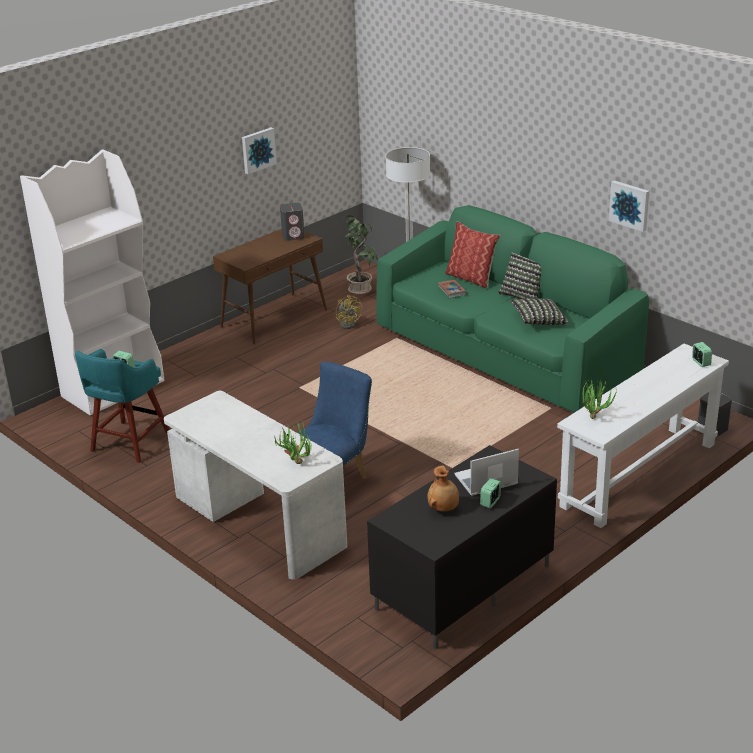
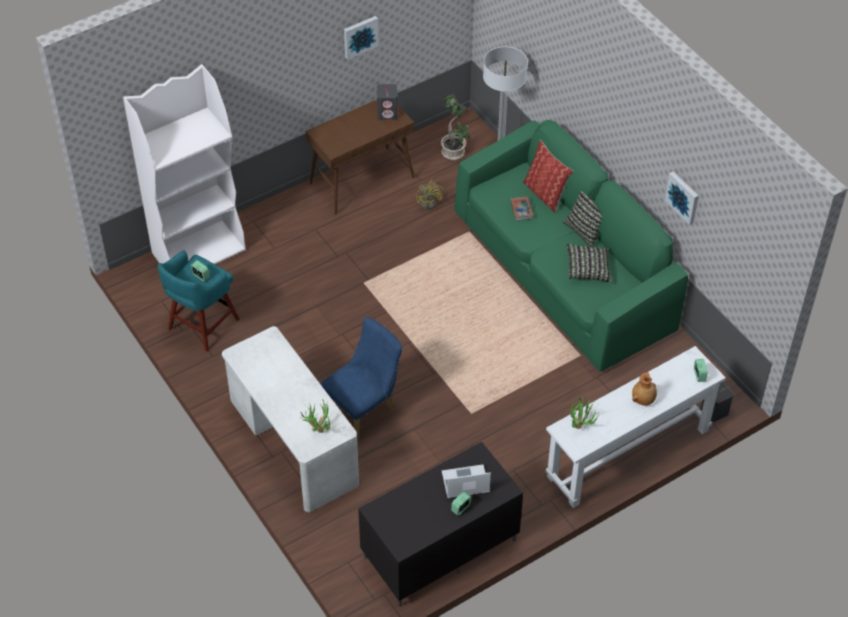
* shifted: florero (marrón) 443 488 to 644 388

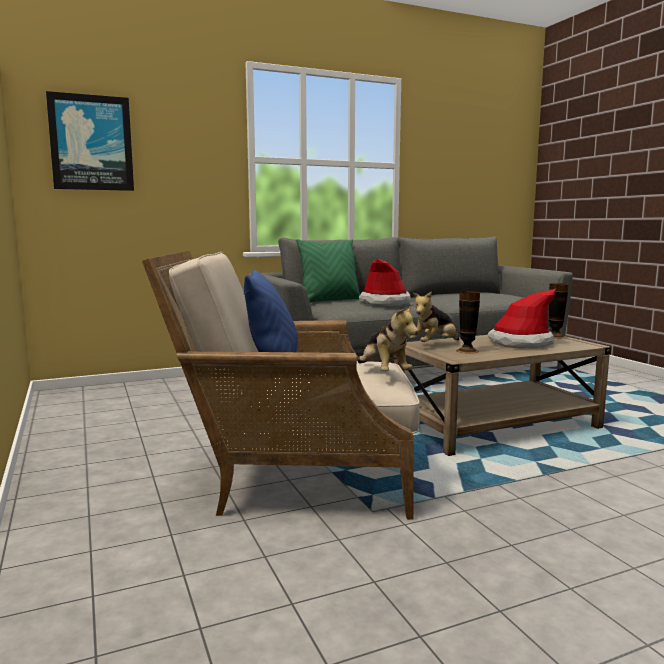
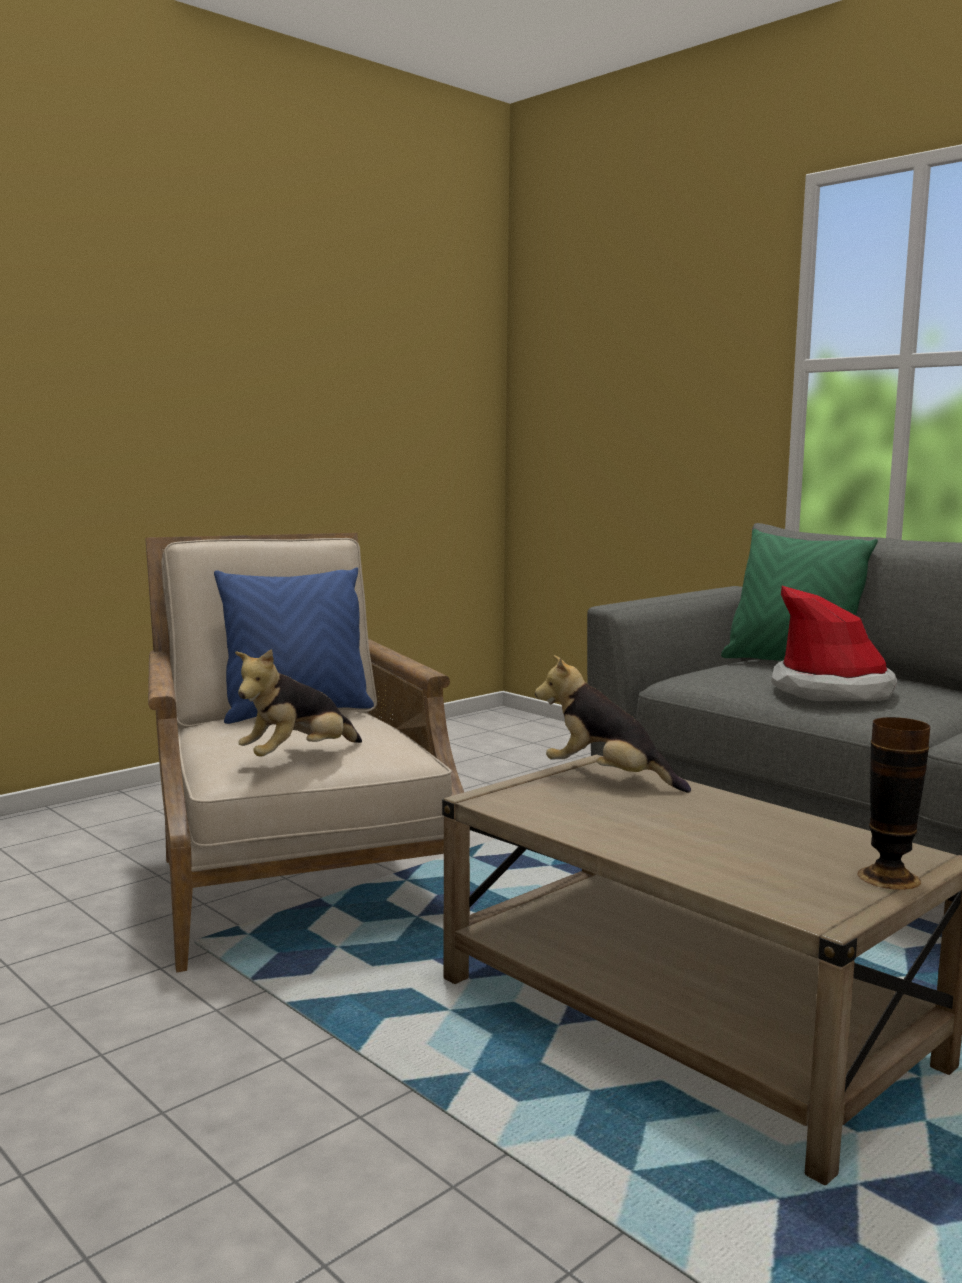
* gone: cuadro 90 141
* gone: florero 468 322
* gone: sombrero 521 319

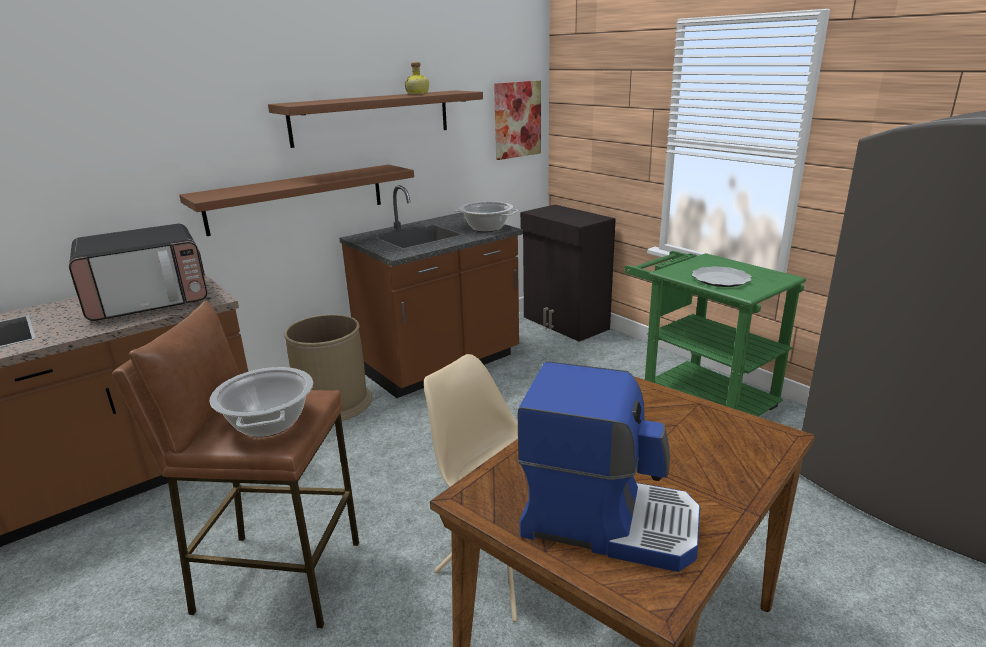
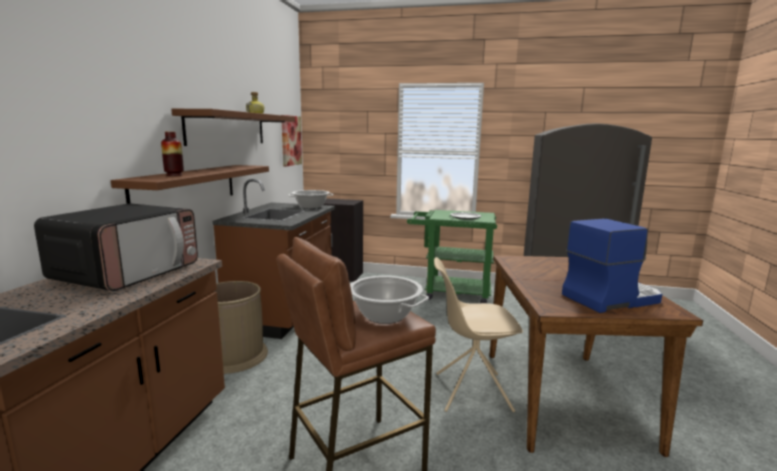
* new: florero 172 154

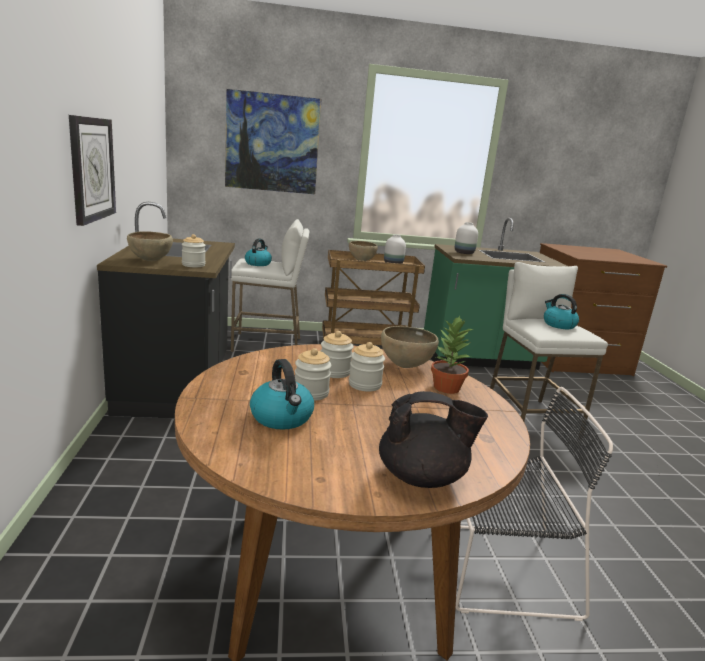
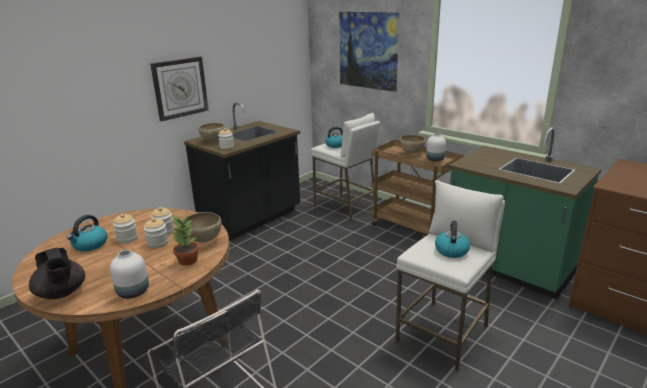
* shifted: florero (blanco) 466 238 to 129 274

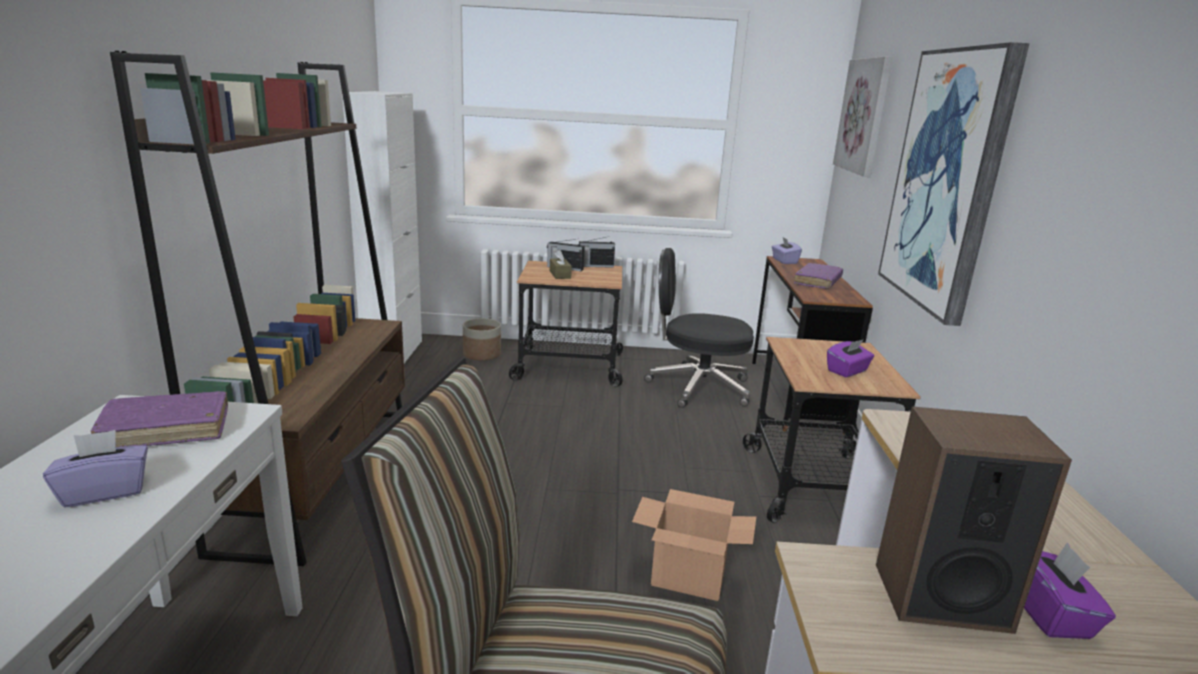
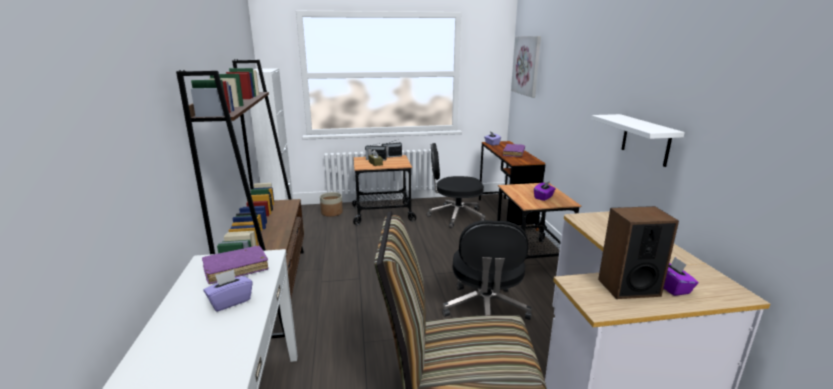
* gone: cuadro 953 184
* new: estante (blanco) 638 140
* swapped: caja de cartón 694 545 to silla de oficina (negro) 487 270

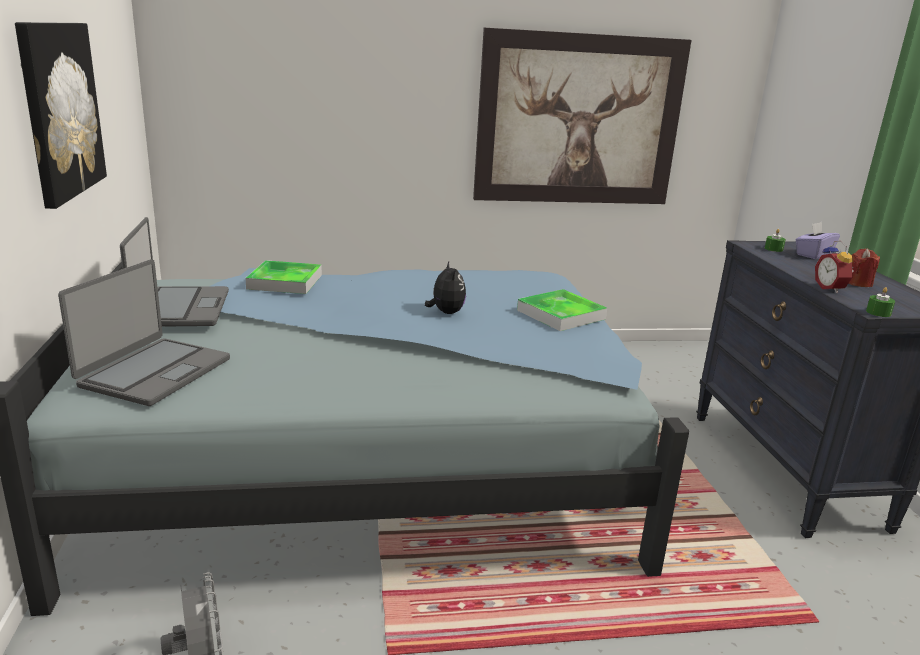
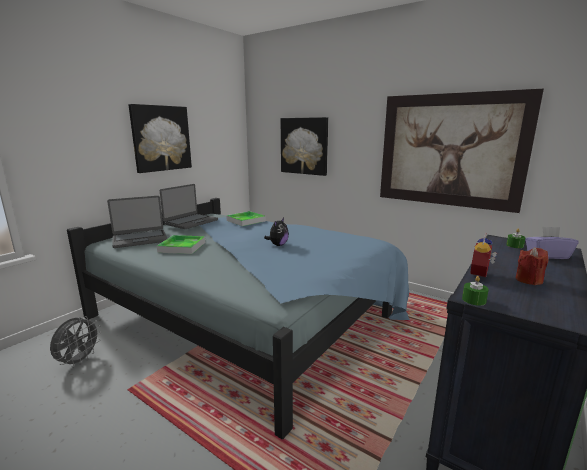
* new: cuadro 304 146
* shifted: bandeja 562 310 to 181 244

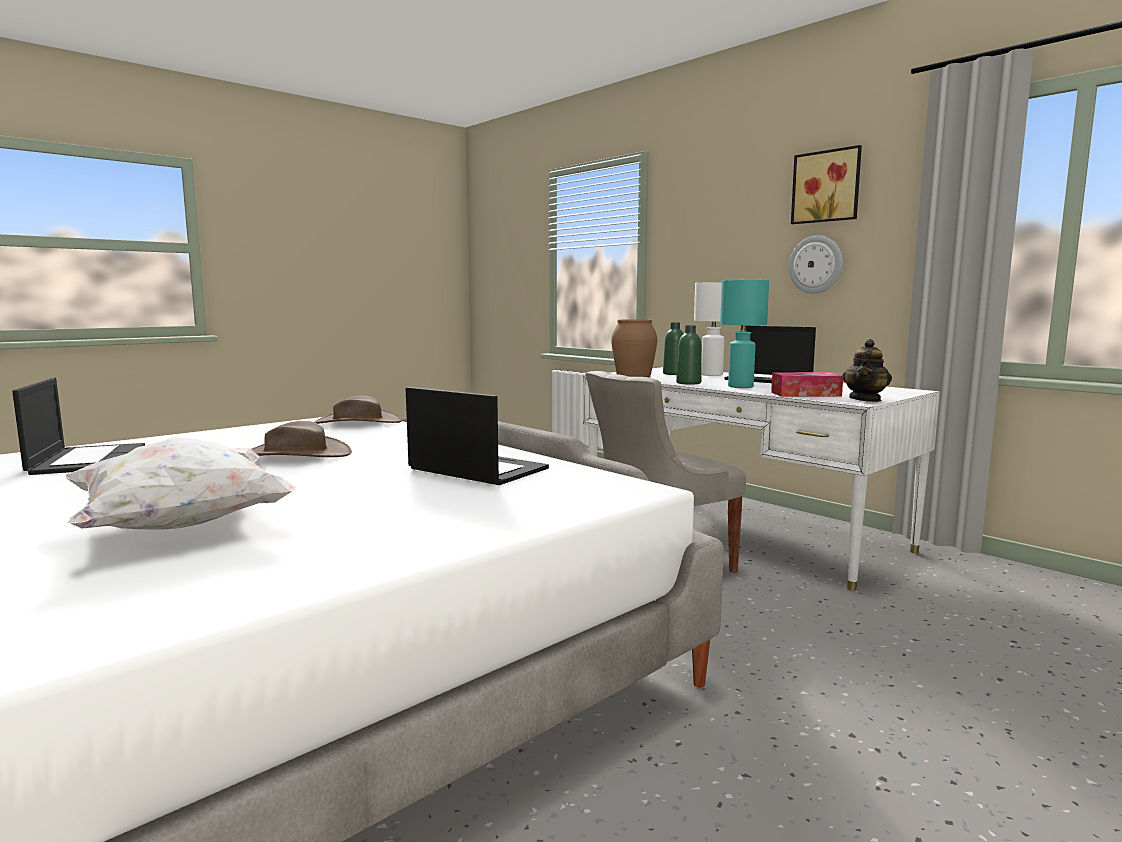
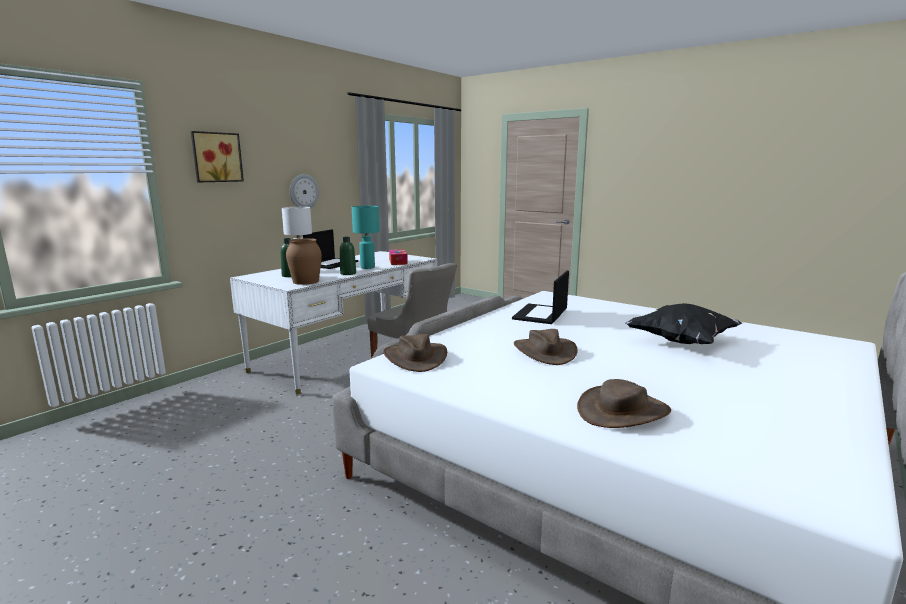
* gone: tetera 867 370
* shifted: cuadro 826 184 to 217 156
* swapped: portátil 78 426 to sombrero (marrón) 624 403
* repainted: cojín (blanco) 180 483 to cojín (negro) 684 323

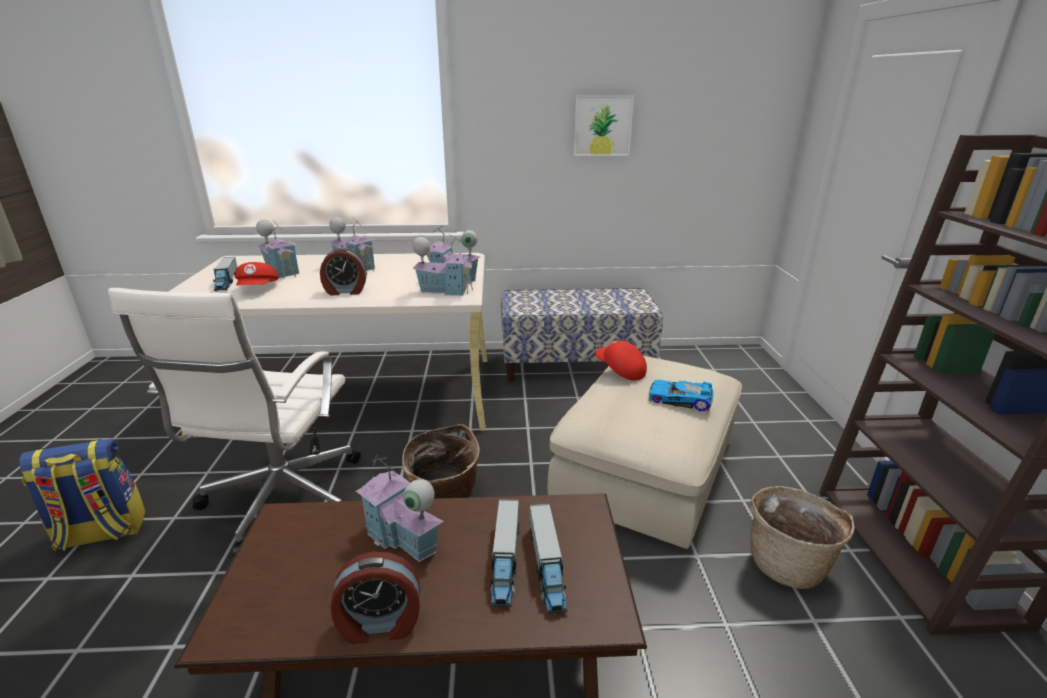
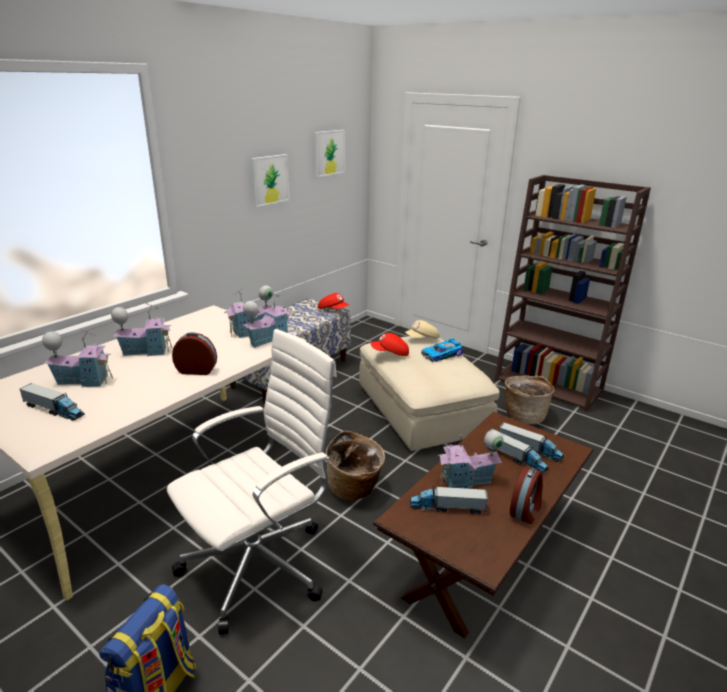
* new: cuadro 330 153
* new: gorra (beis) 422 329
* new: camión de juguete 449 499
* shifted: gorra (rojo) 257 274 to 333 301
* rotated: silla de oficina (blanco) 234 423 = 252 482 90 degrees counterclockwise
* rotated: despertador 343 272 = 194 353 120 degrees counterclockwise

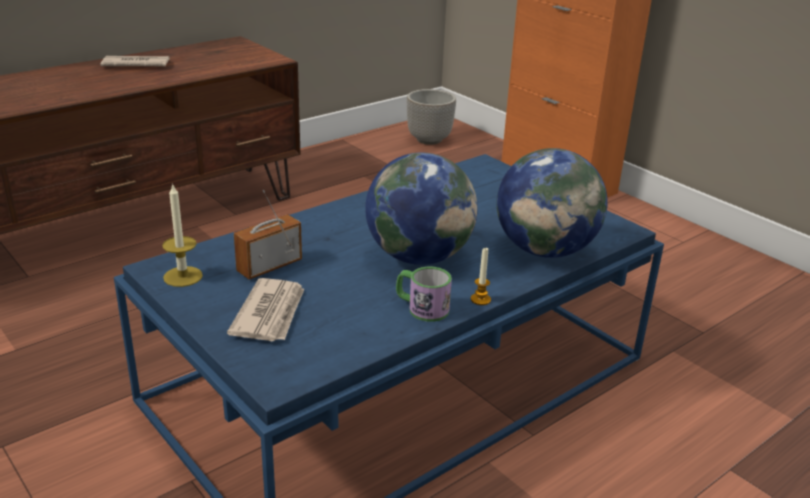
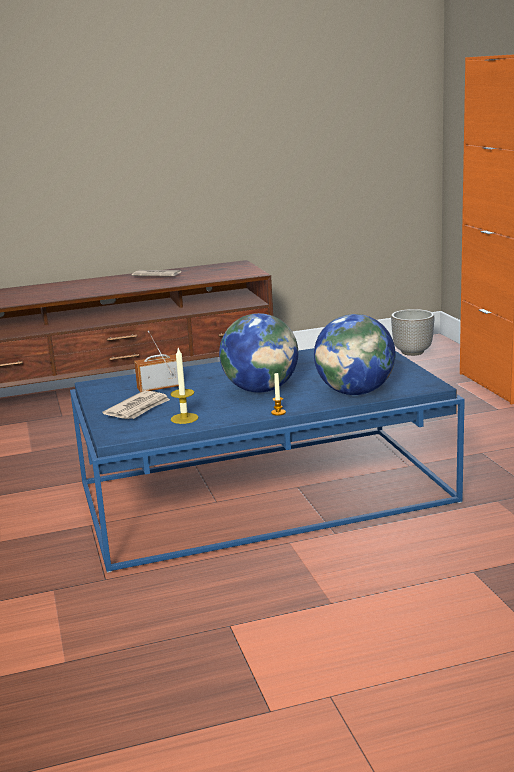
* gone: taza grande 424 294
* shifted: vela 182 235 to 184 386

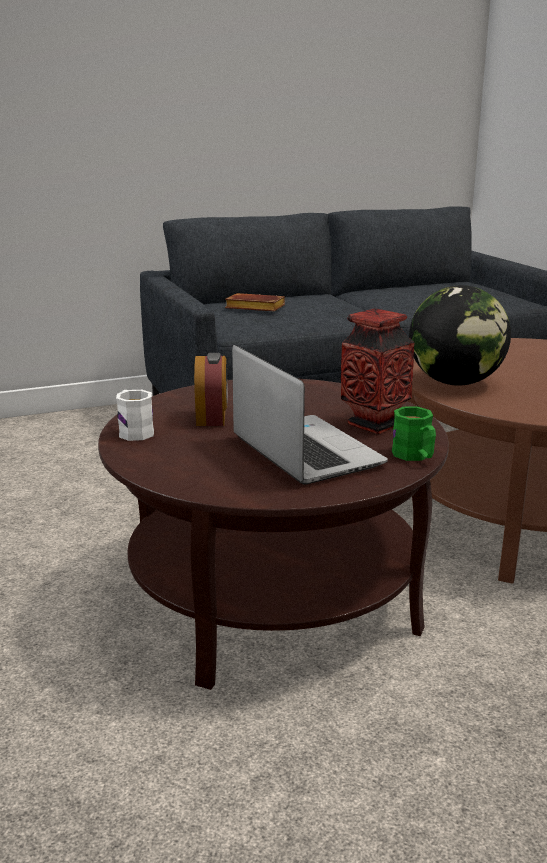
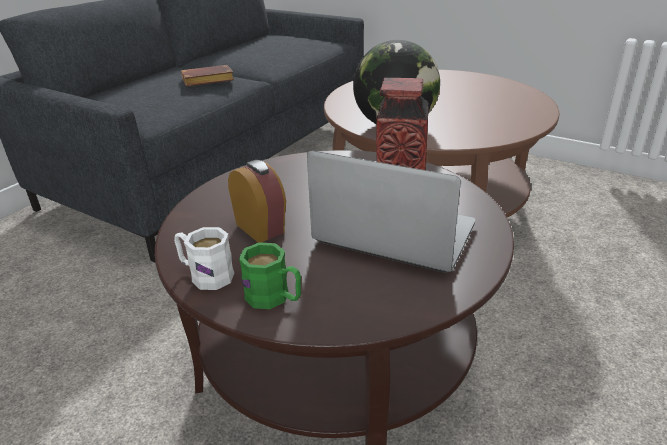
* shifted: libro (marrón) 255 302 to 207 75
* shifted: taza grande (verde) 414 434 to 270 275

